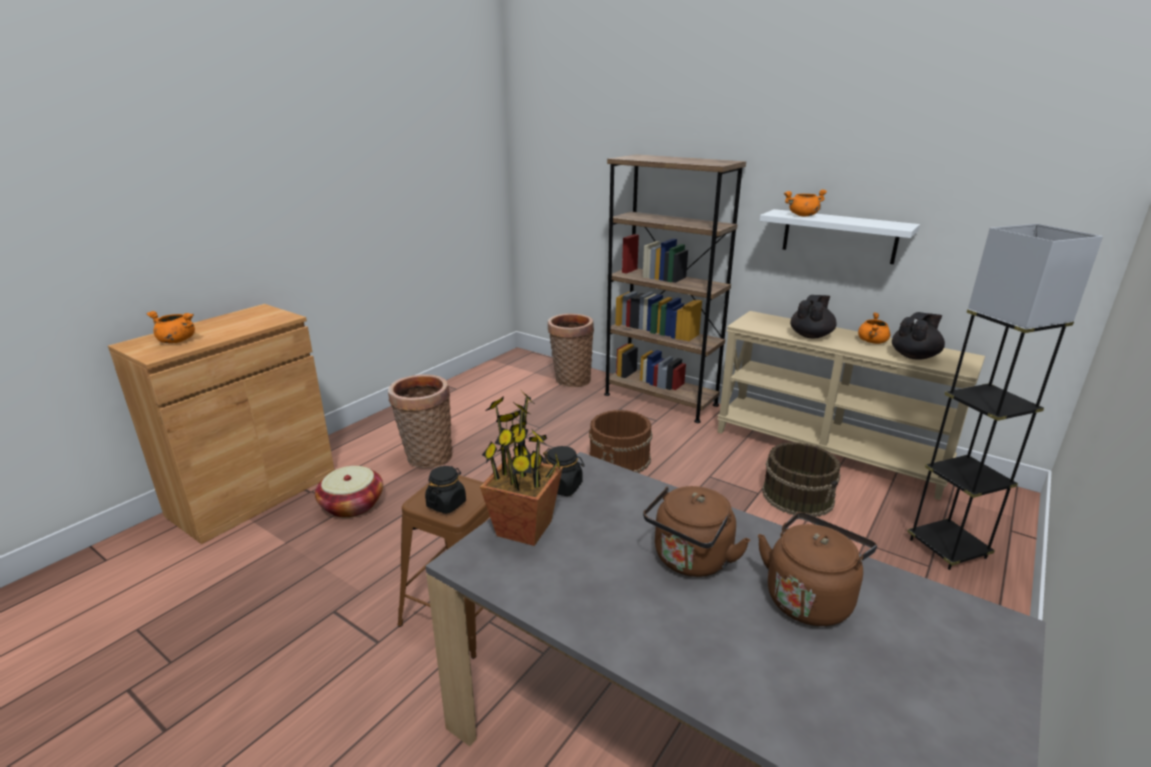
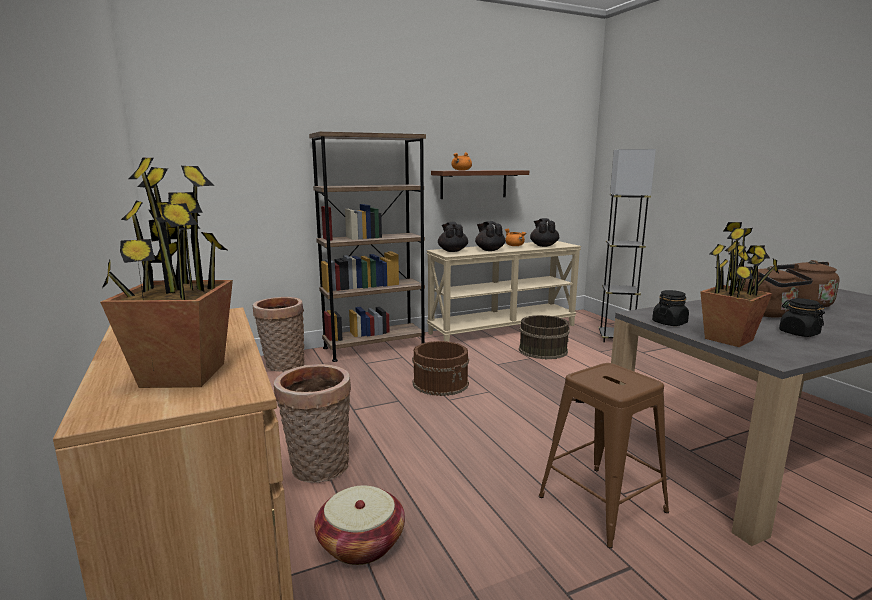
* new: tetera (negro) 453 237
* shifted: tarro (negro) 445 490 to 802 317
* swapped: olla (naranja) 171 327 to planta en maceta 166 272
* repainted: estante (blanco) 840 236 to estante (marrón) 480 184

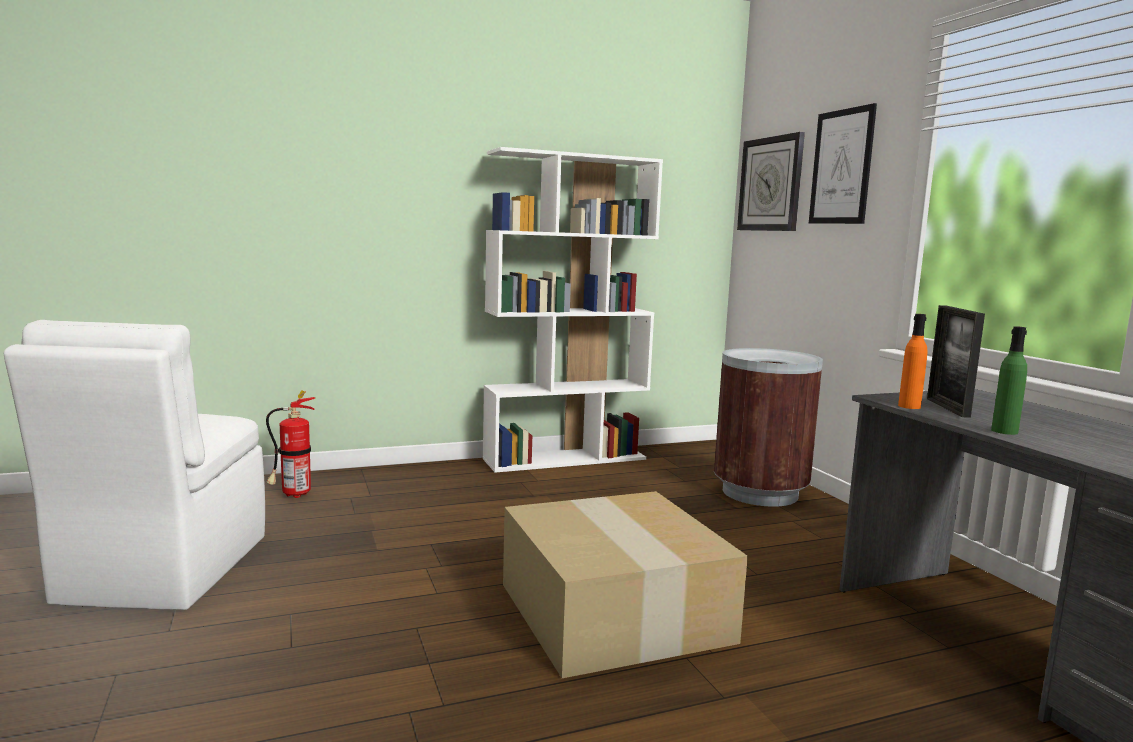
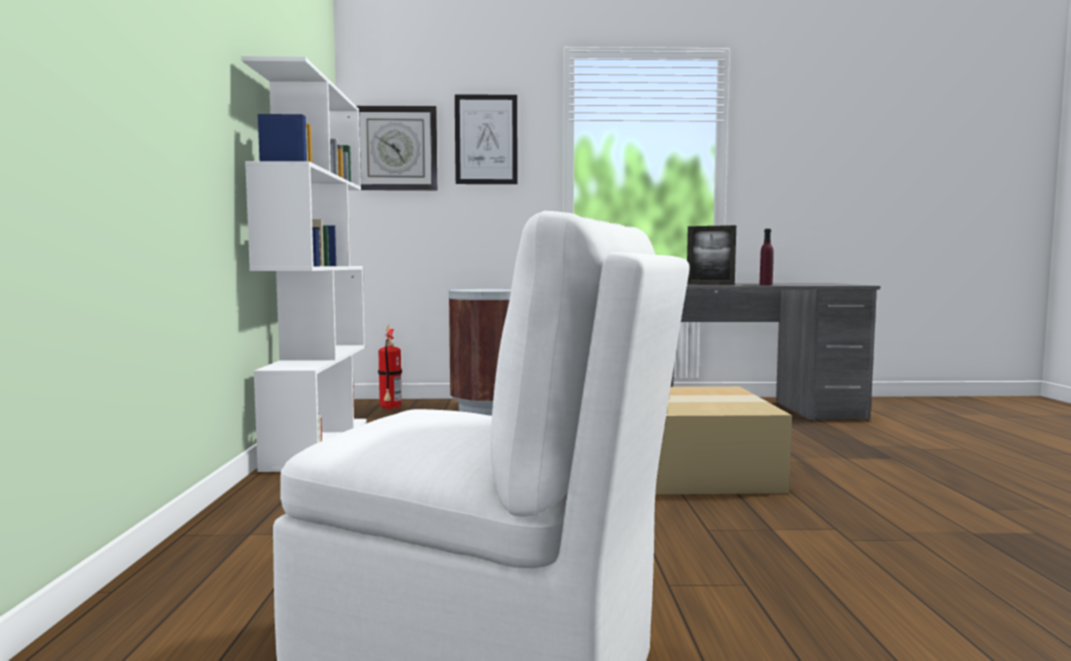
* gone: botella (naranja) 912 361
* shifted: extintor 290 444 to 390 367
* repainted: botella (verde) 1009 380 to botella (morado) 766 257

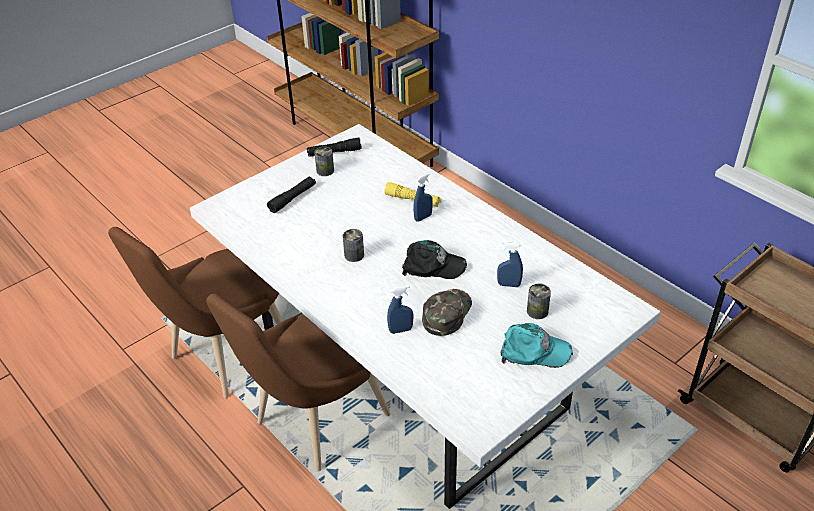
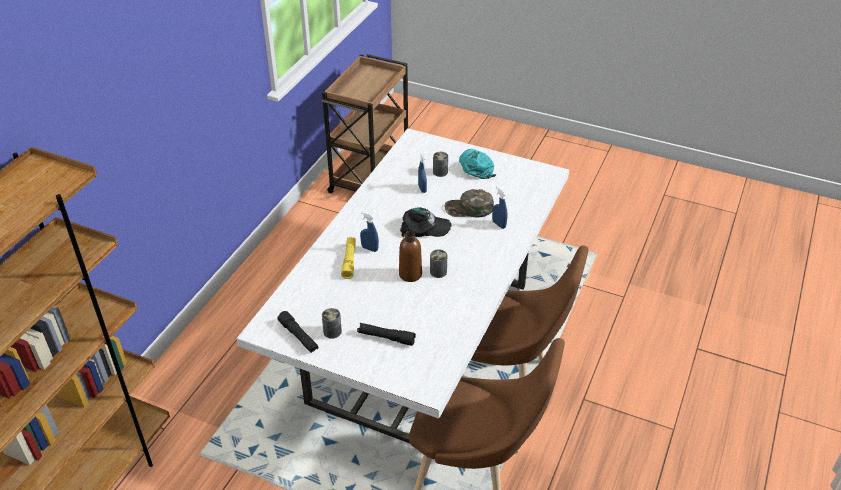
* new: botella (marrón) 410 256
* rotated: gorra (negro) 434 259 = 426 222 105 degrees clockwise

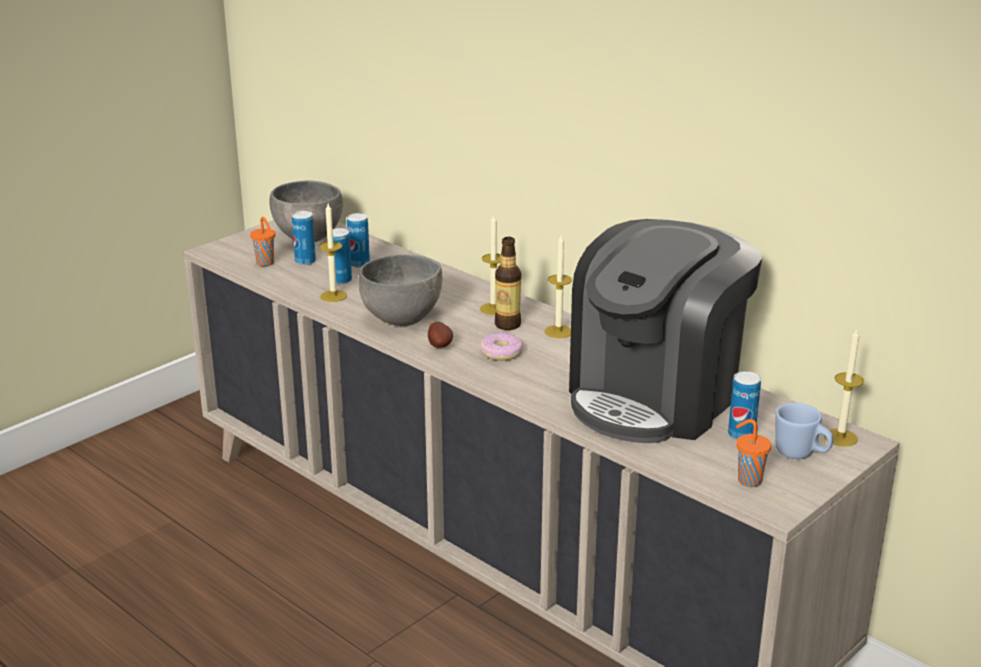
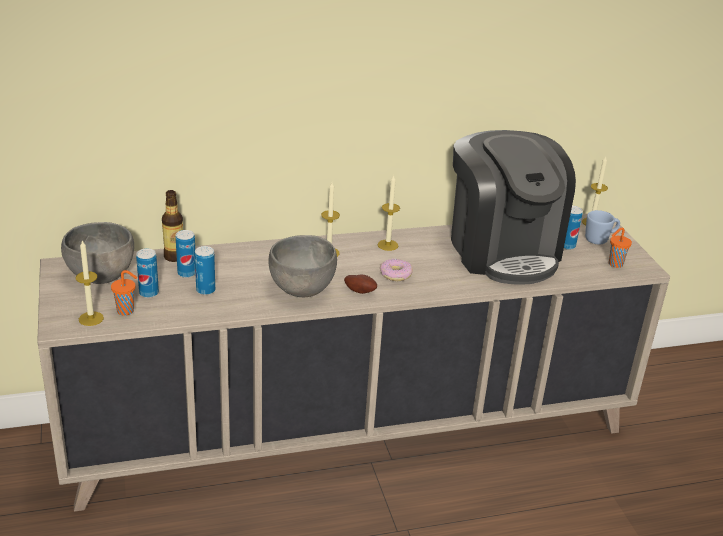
* shifted: vela 333 253 to 89 283
* shifted: botella 508 283 to 172 226

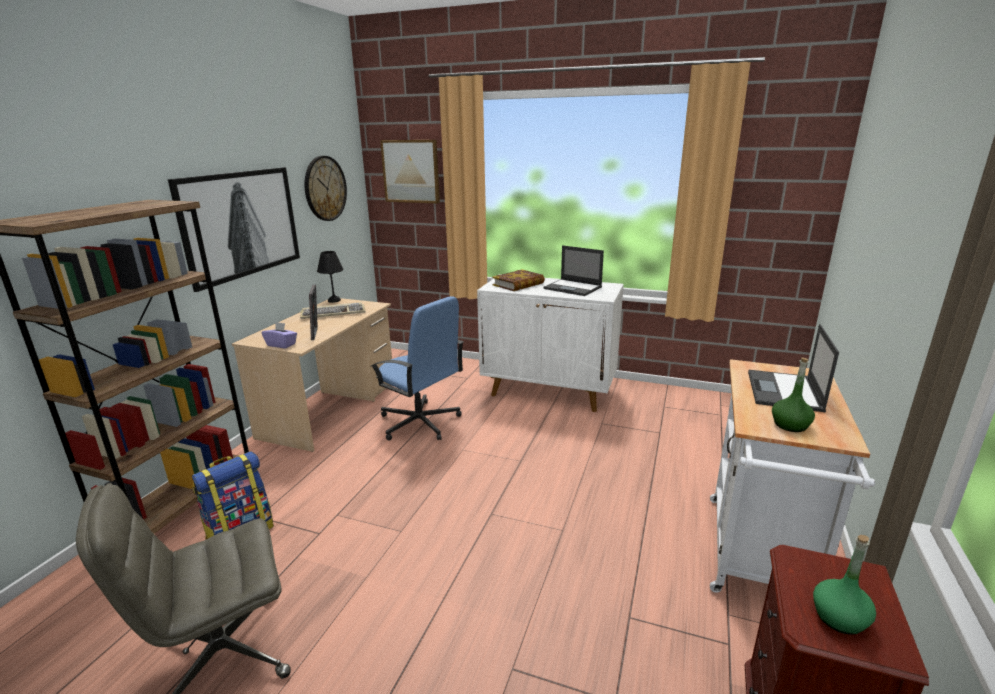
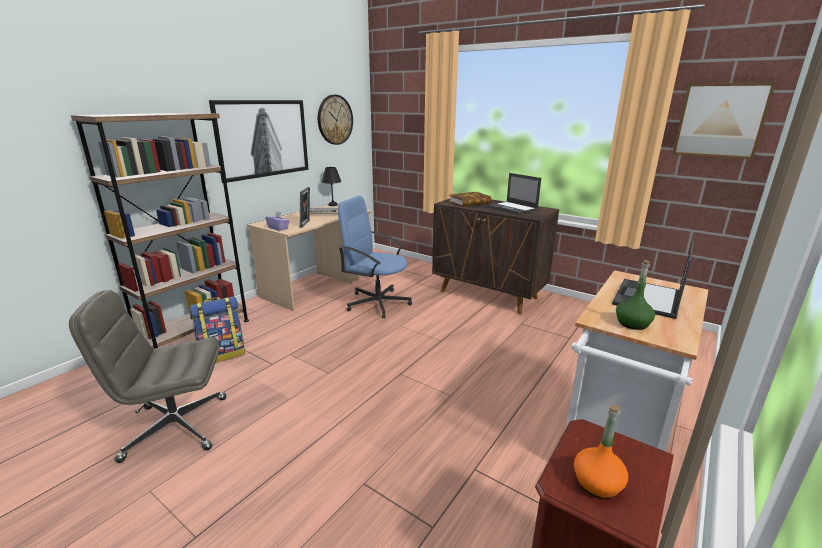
* shifted: cuadro 410 172 to 724 121
* repainted: armario (blanco) 550 343 to armario (marrón) 495 257
* repainted: botella (verde) 844 585 to botella (naranja) 601 452
* rotated: silla de oficina (azul) 417 368 = 375 257 150 degrees clockwise

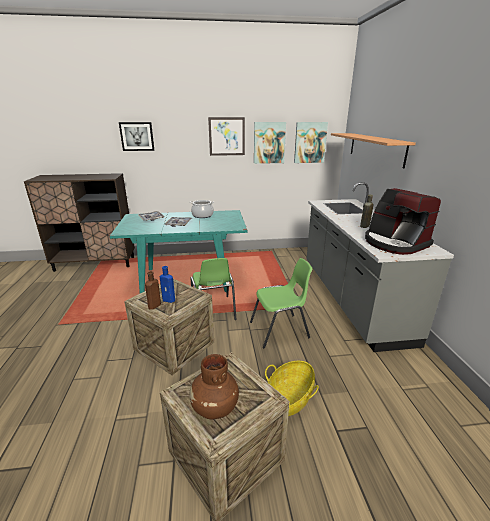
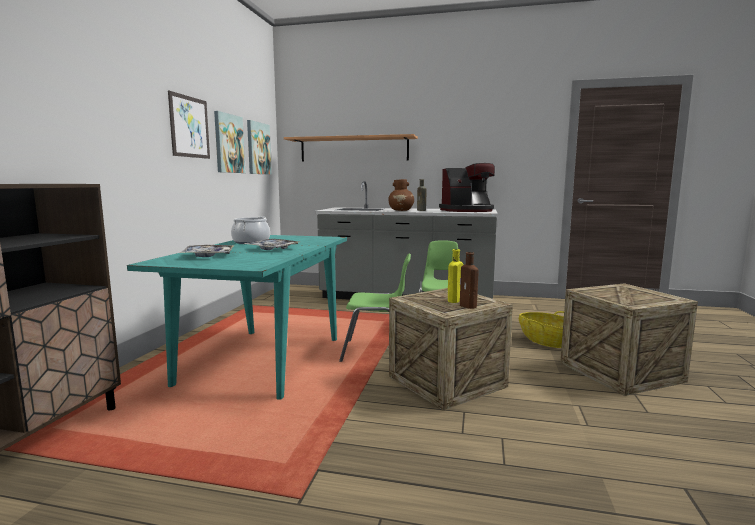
* gone: cuadro 136 136
* shifted: florero (marrón) 214 386 to 401 195
* repainted: botella (azul) 167 284 to botella (amarillo) 455 276

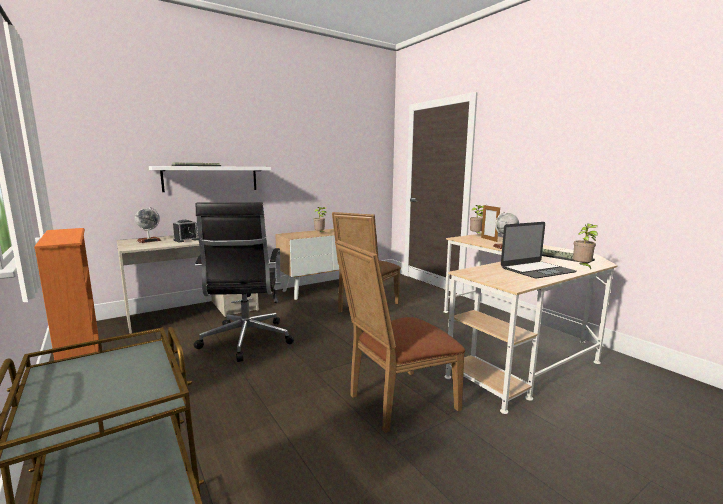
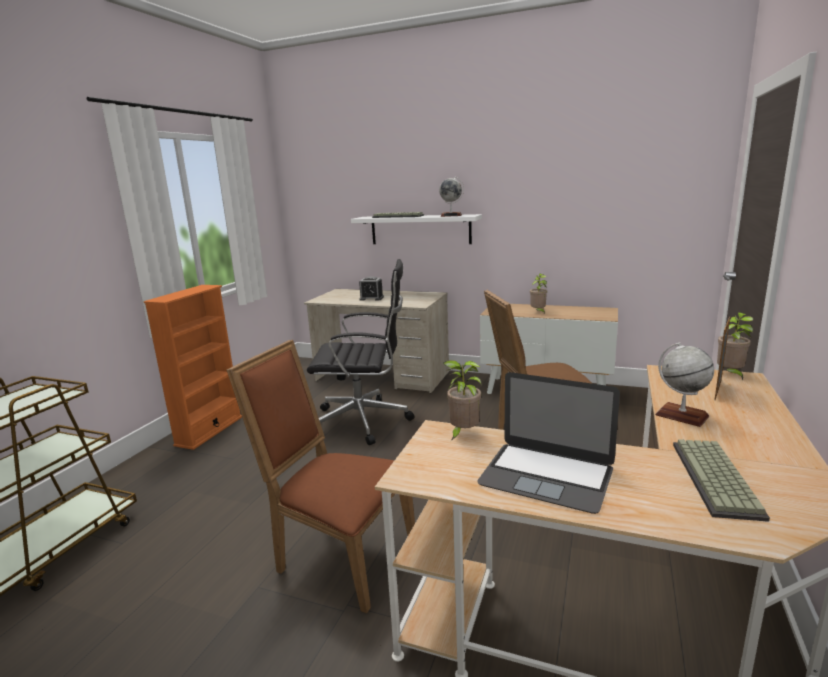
* shifted: globo terráqueo 148 225 to 451 197
* shifted: planta en maceta 585 246 to 463 400
* rotated: silla de oficina (negro) 244 282 = 360 352 135 degrees counterclockwise

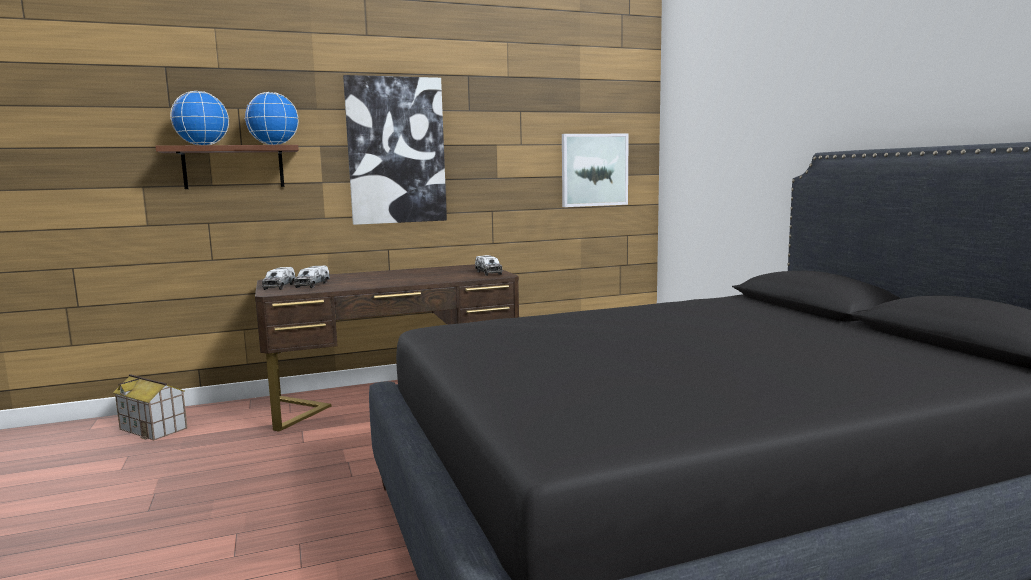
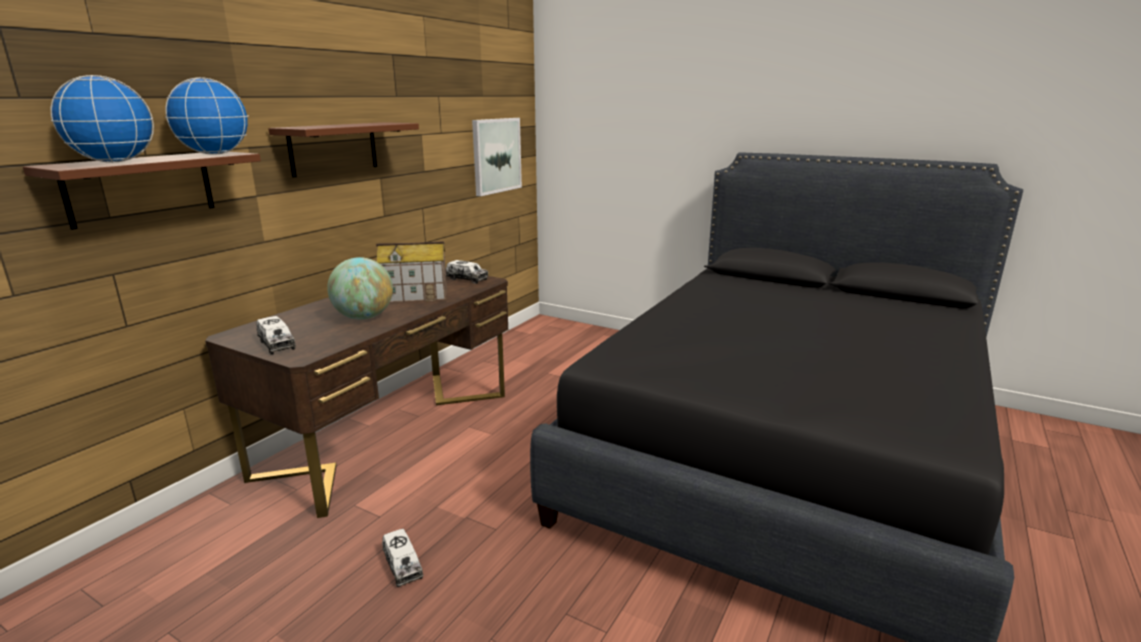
* new: globo terráqueo 360 288
* shifted: casita 150 407 to 411 271
* shifted: camión de juguete 312 277 to 403 558
* swapped: cuadro 395 150 to estante (marrón) 343 150

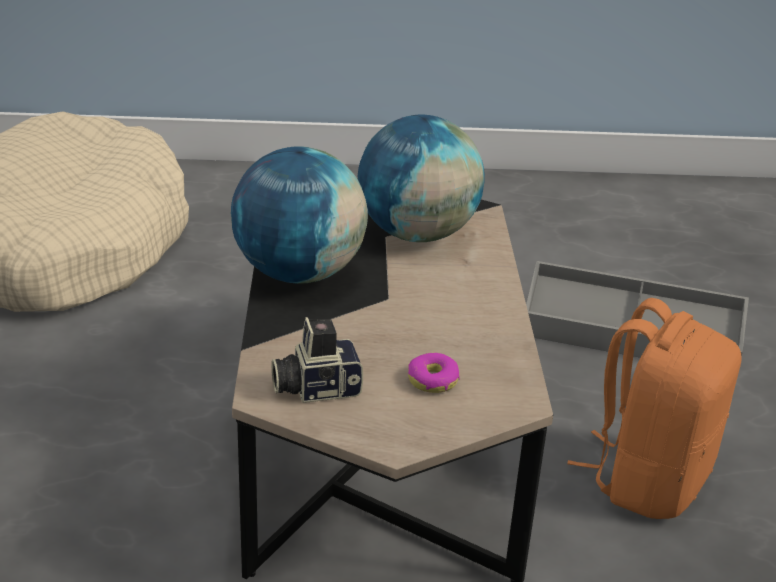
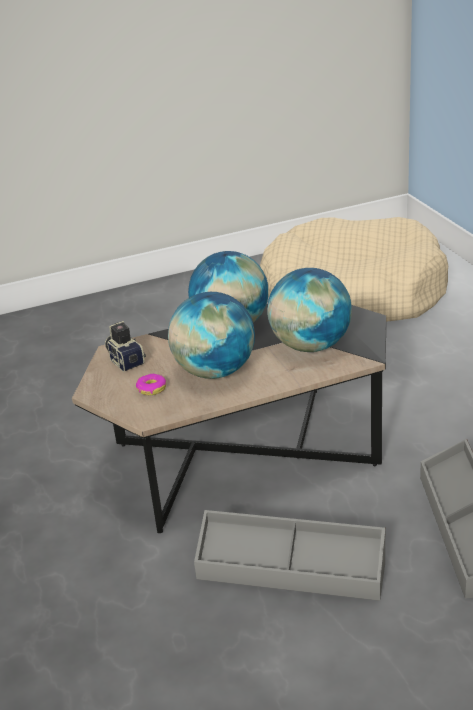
* new: globo terráqueo 211 335
* swapped: mochila (naranja) 654 408 to caja de almacenaje (gris) 290 555

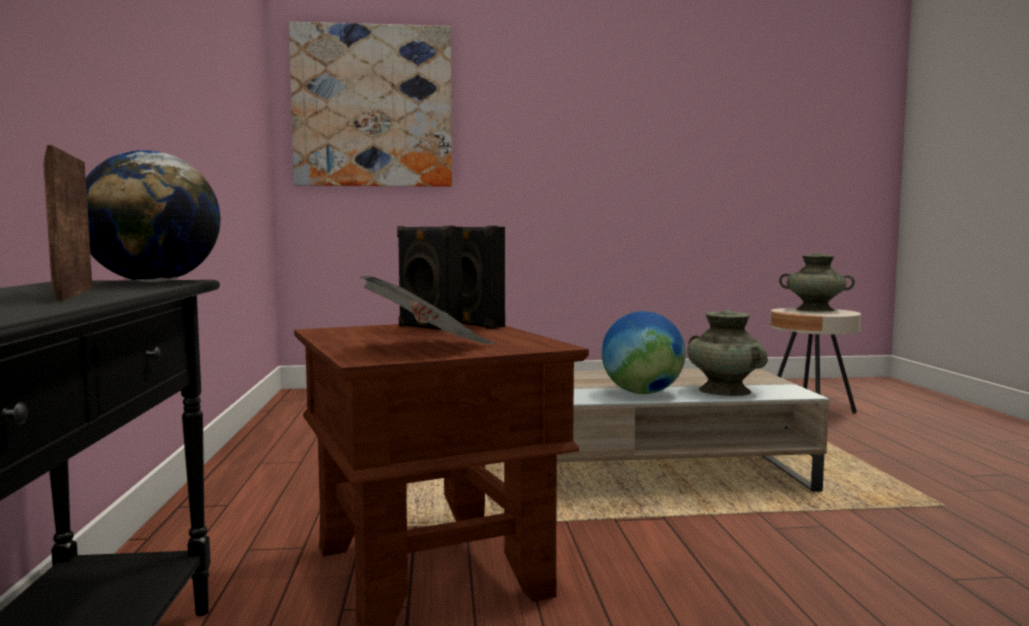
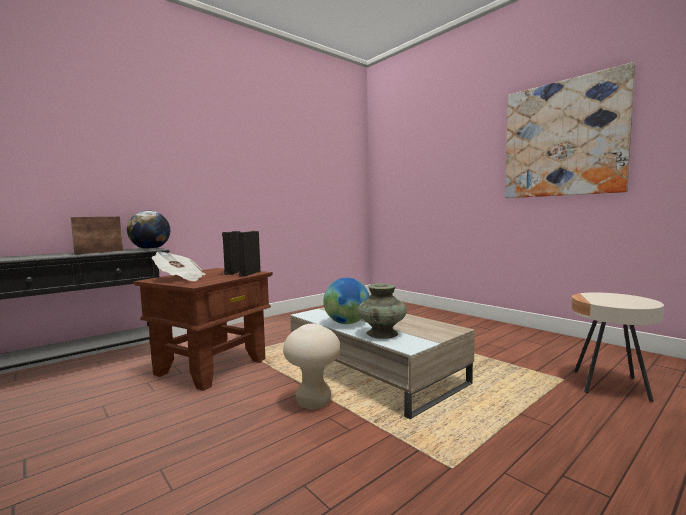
* gone: florero (turquesa) 817 282
* new: taburete (beis) 312 366
* shifted: cuadro 370 104 to 570 130

